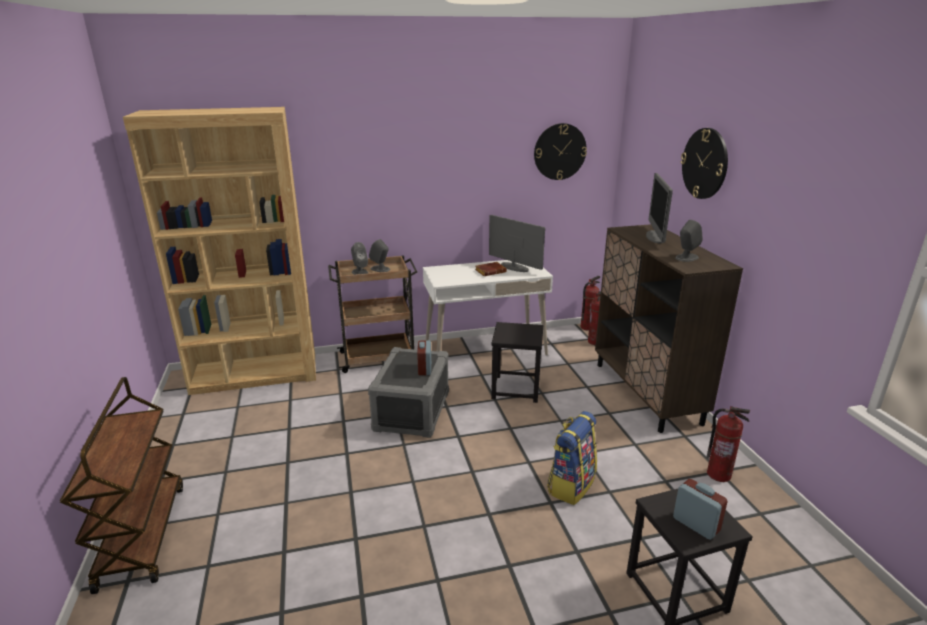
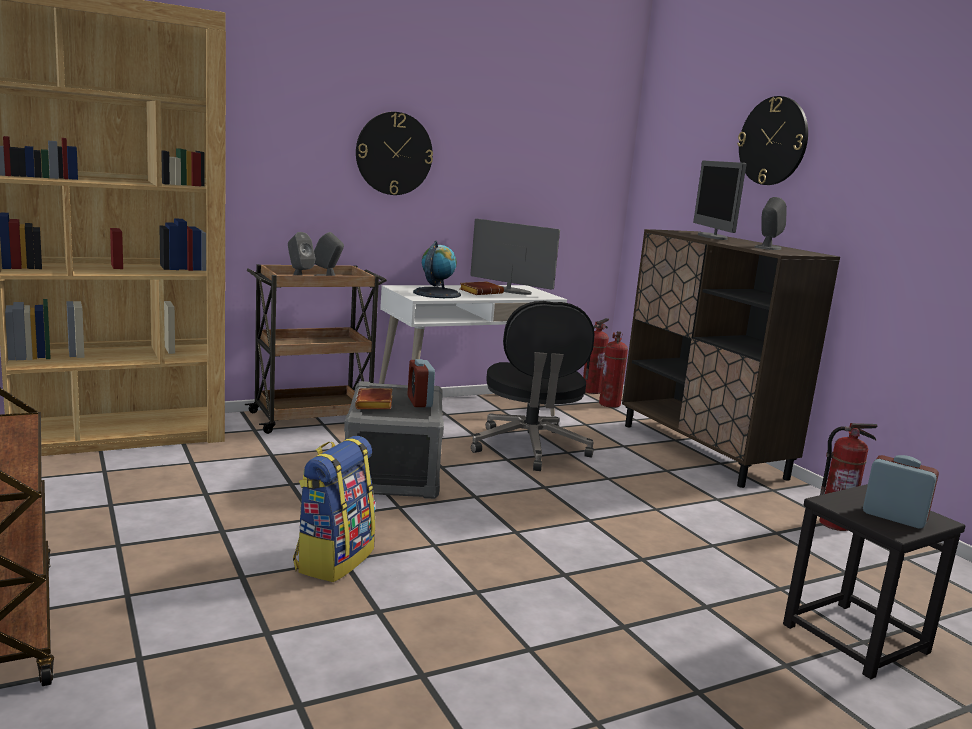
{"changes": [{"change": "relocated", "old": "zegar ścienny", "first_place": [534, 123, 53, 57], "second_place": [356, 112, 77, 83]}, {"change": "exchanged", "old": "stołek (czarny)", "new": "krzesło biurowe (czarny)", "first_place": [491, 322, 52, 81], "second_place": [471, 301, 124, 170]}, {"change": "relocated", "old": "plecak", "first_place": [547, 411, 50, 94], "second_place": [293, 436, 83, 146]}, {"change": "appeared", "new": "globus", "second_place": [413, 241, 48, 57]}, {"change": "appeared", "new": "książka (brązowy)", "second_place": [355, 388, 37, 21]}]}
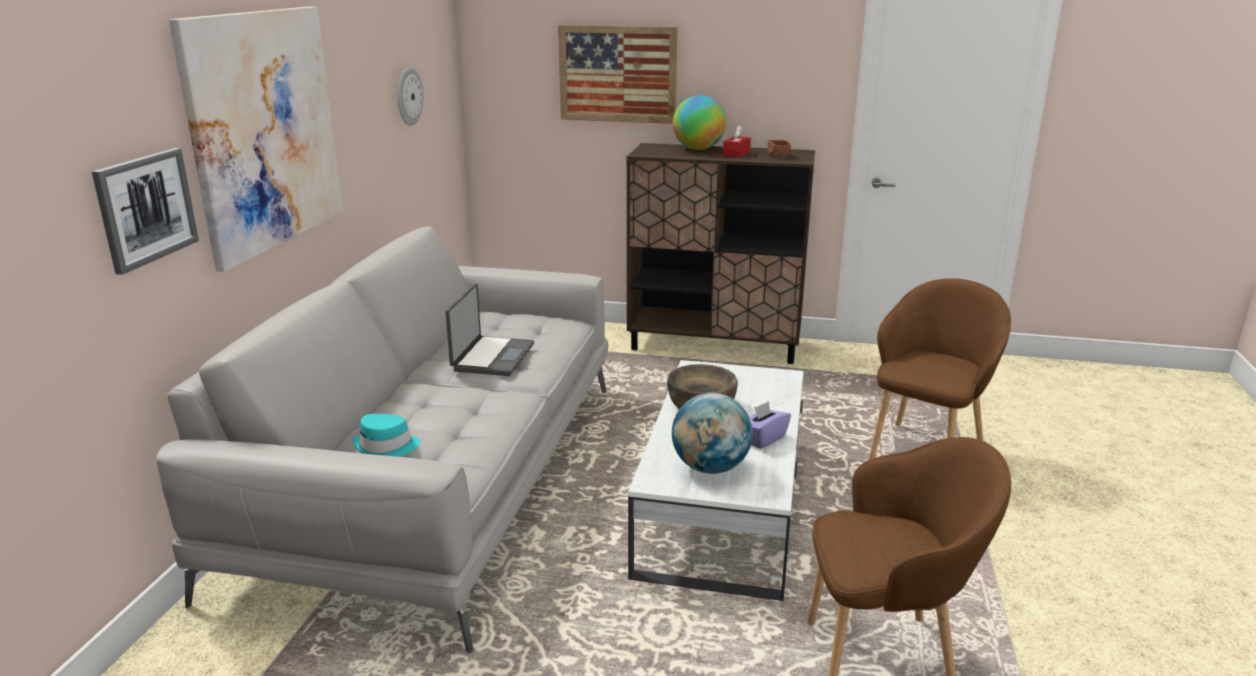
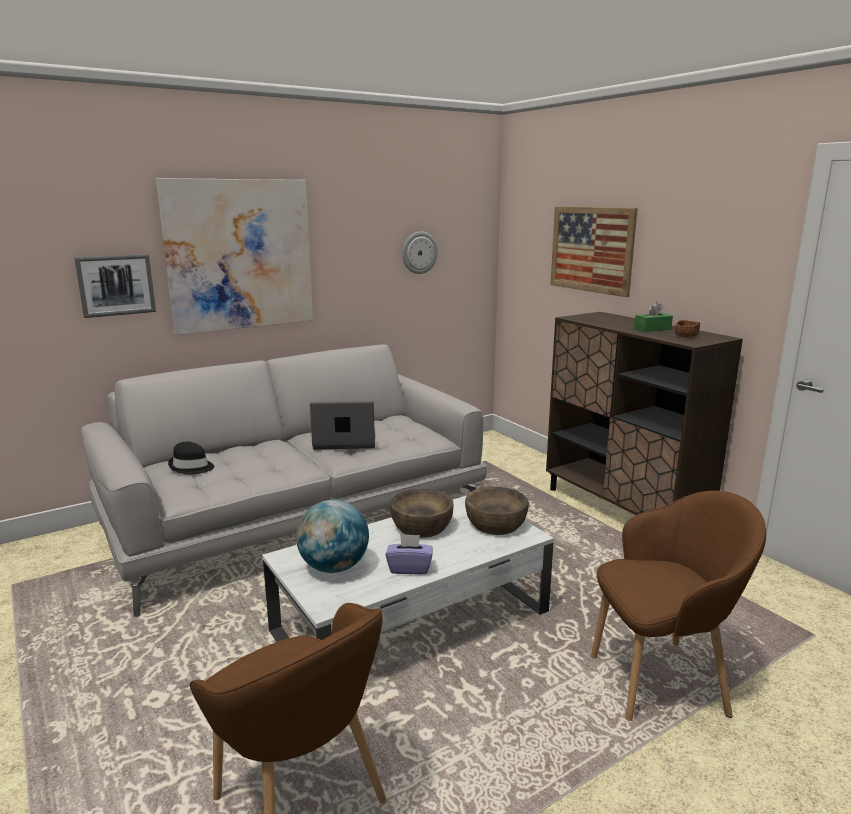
{"changes": [{"change": "missing", "old": "globus", "first_place": [673, 95, 53, 55]}, {"change": "colour", "old": "pudełko chusteczek (czerwony)", "new": "pudełko chusteczek (zielony)", "first_place": [723, 125, 28, 32], "second_place": [634, 302, 39, 30]}, {"change": "spun", "old": "laptop", "first_place": [445, 284, 89, 92], "second_place": [310, 401, 65, 49], "degrees": -150}, {"change": "colour", "old": "kapelusz (turkusowy)", "new": "kapelusz (czarny)", "first_place": [353, 414, 67, 43], "second_place": [168, 442, 46, 33]}, {"change": "appeared", "new": "miska (brązowy)", "second_place": [465, 487, 64, 48]}]}
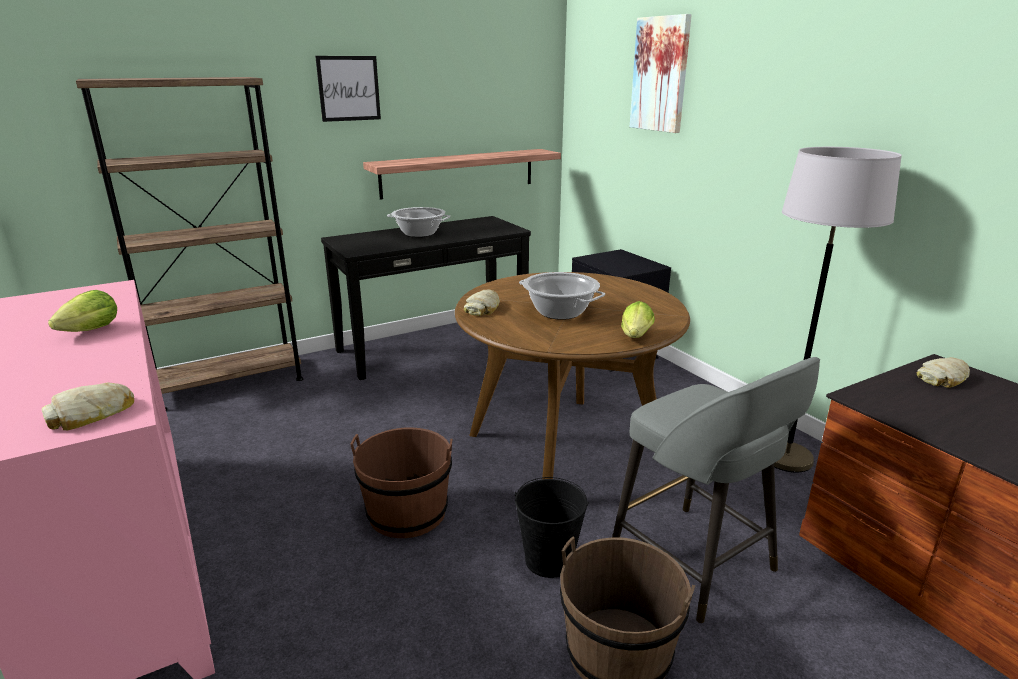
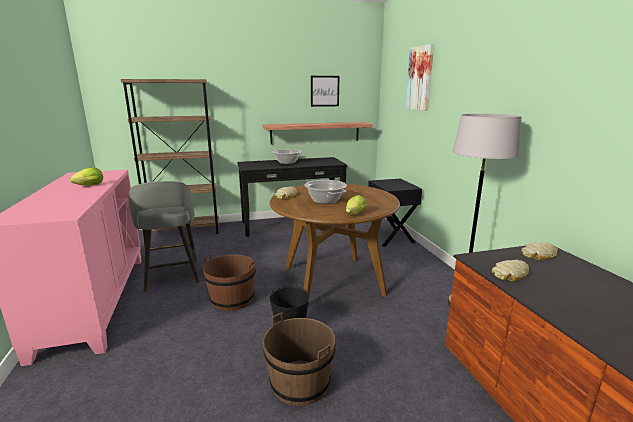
{"changes": [{"change": "relocated", "old": "obraz", "first_place": [315, 56, 66, 66], "second_place": [311, 76, 28, 31]}, {"change": "relocated", "old": "stołek (szary)", "first_place": [612, 357, 208, 266], "second_place": [129, 181, 71, 111]}, {"change": "relocated", "old": "chleb", "first_place": [42, 382, 92, 48], "second_place": [492, 260, 37, 22]}]}
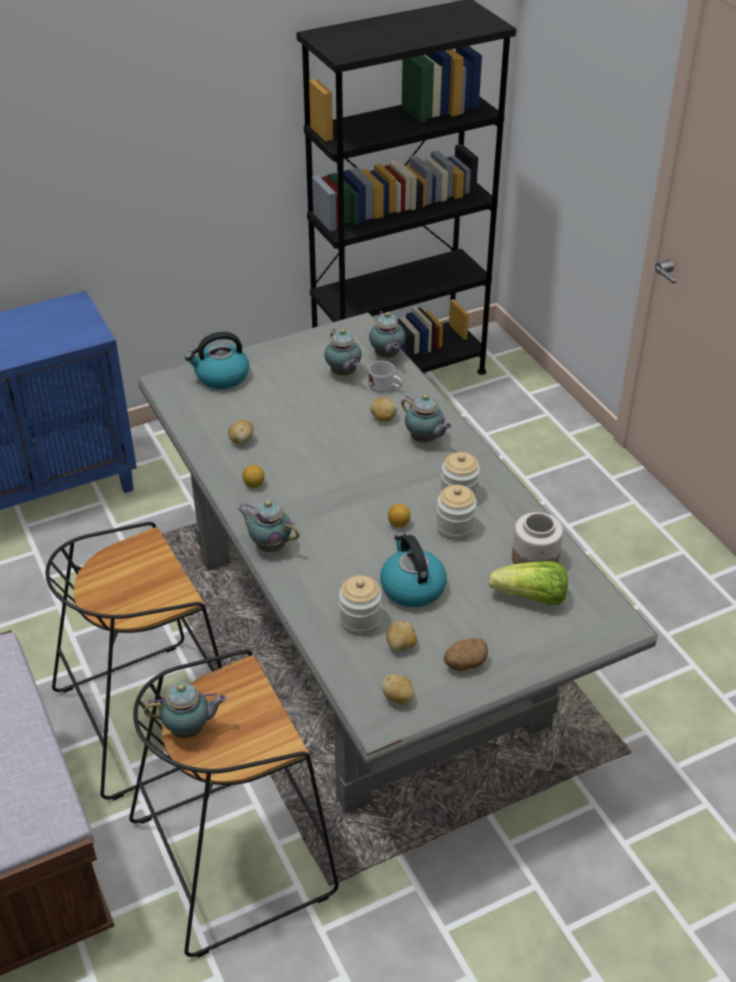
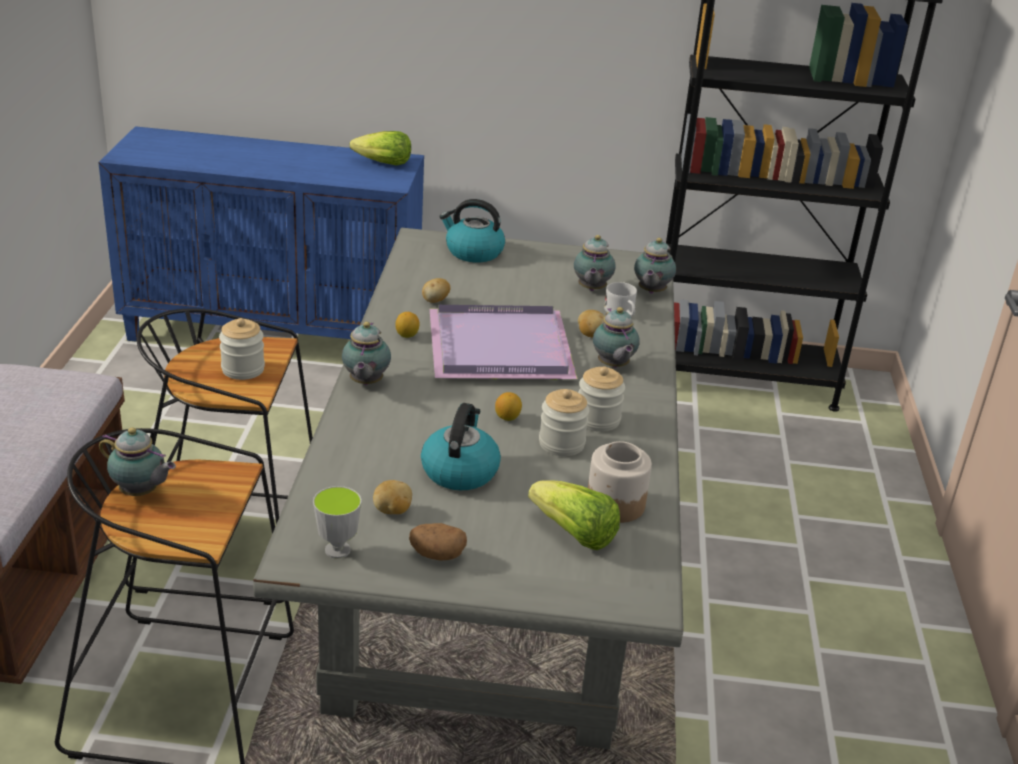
{"changes": [{"change": "spun", "old": "imbryk", "first_place": [237, 501, 62, 51], "second_place": [342, 322, 49, 63], "degrees": -150}, {"change": "relocated", "old": "słoik", "first_place": [339, 575, 43, 60], "second_place": [219, 318, 46, 62]}, {"change": "exchanged", "old": "ziemniak", "new": "filiżanka", "first_place": [382, 675, 32, 30], "second_place": [313, 486, 49, 73]}, {"change": "appeared", "new": "sałata", "second_place": [350, 131, 61, 35]}, {"change": "appeared", "new": "taca (fioletowy)", "second_place": [430, 305, 147, 75]}]}
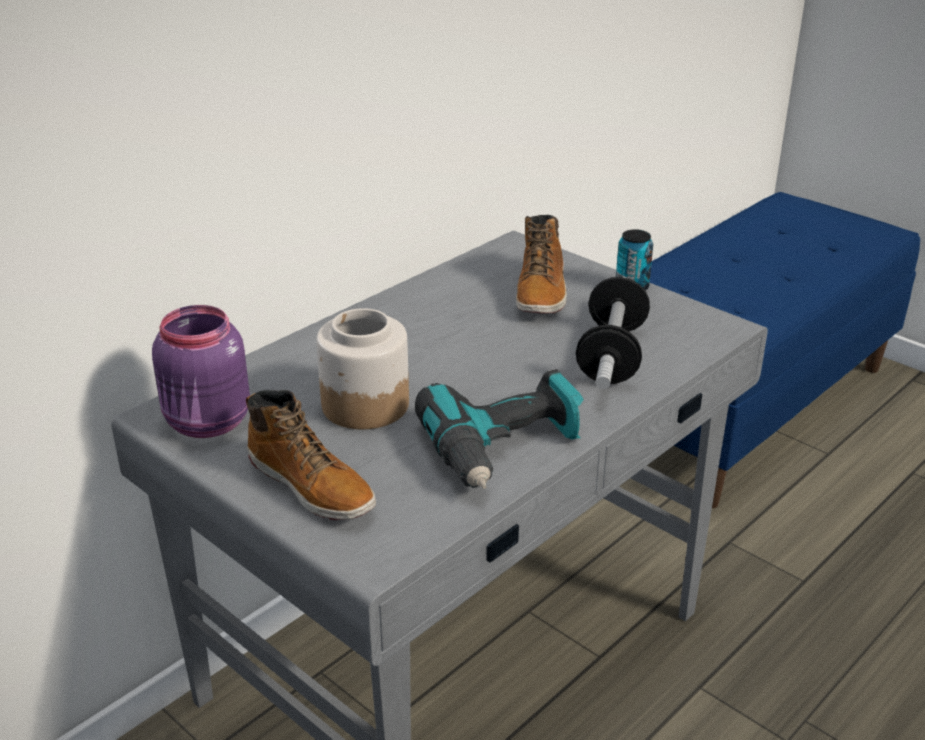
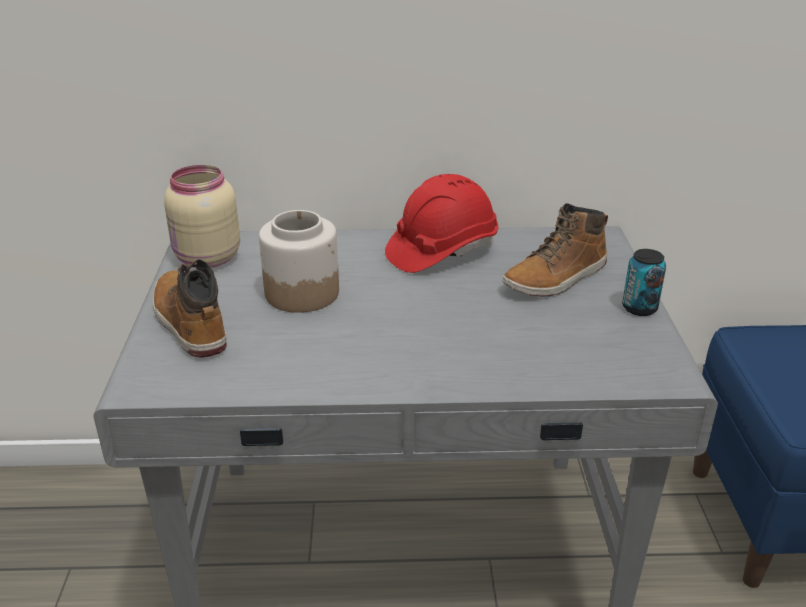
{"changes": [{"change": "missing", "old": "hantel", "first_place": [576, 277, 74, 112]}, {"change": "colour", "old": "słoik (fioletowy)", "new": "słoik (beżowy)", "first_place": [152, 305, 98, 133], "second_place": [164, 165, 76, 103]}, {"change": "missing", "old": "wiertarka", "first_place": [415, 369, 169, 120]}, {"change": "spun", "old": "but z cholewką", "first_place": [246, 390, 130, 130], "second_place": [153, 259, 74, 99], "degrees": 150}, {"change": "appeared", "new": "kask (czerwony)", "second_place": [385, 174, 113, 99]}]}
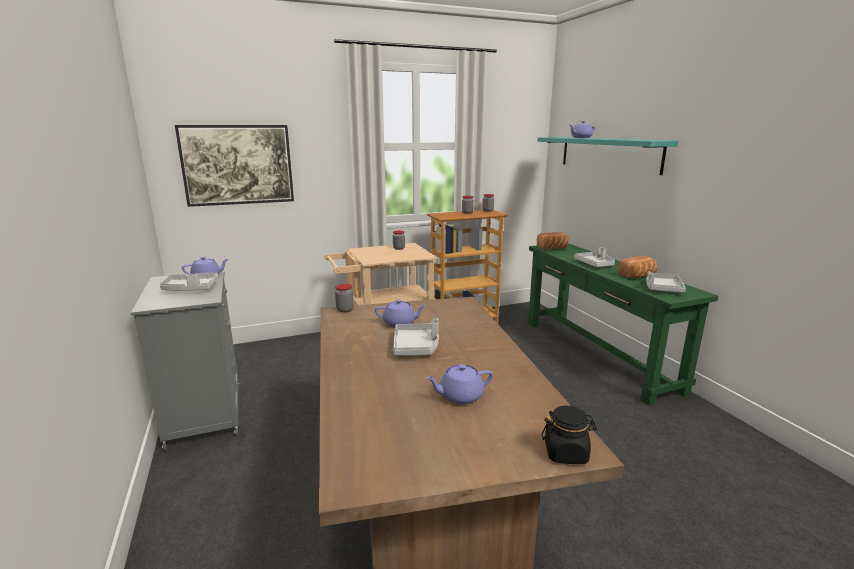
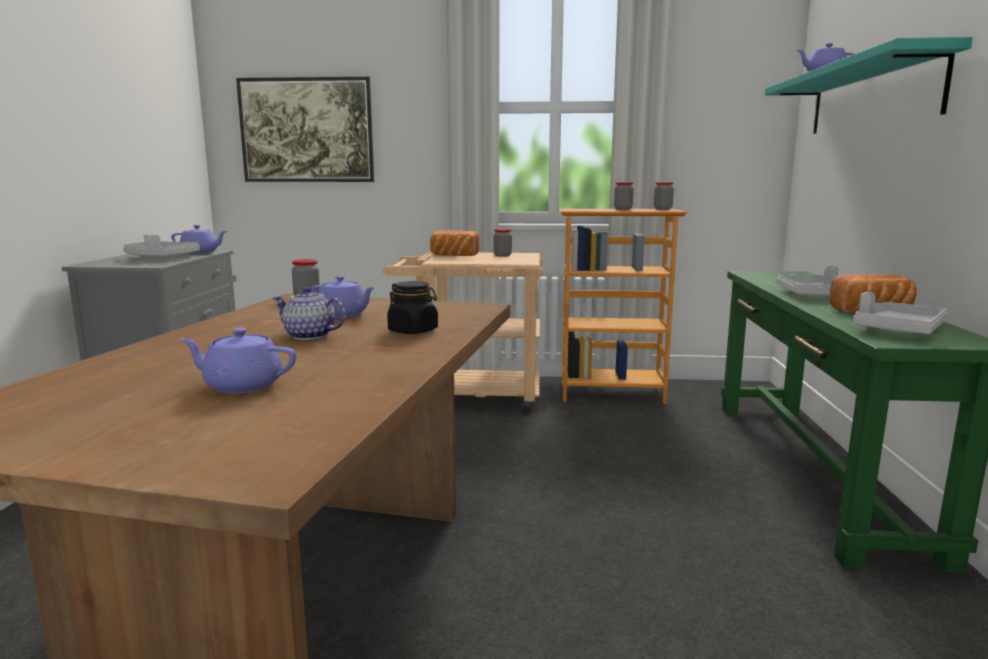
{"changes": [{"change": "relocated", "old": "chleb", "first_place": [537, 232, 32, 17], "second_place": [430, 230, 49, 26]}, {"change": "exchanged", "old": "taca (szary)", "new": "imbryk", "first_place": [393, 318, 46, 37], "second_place": [273, 287, 73, 53]}, {"change": "relocated", "old": "słoik (czarny)", "first_place": [542, 405, 55, 59], "second_place": [387, 281, 51, 53]}]}
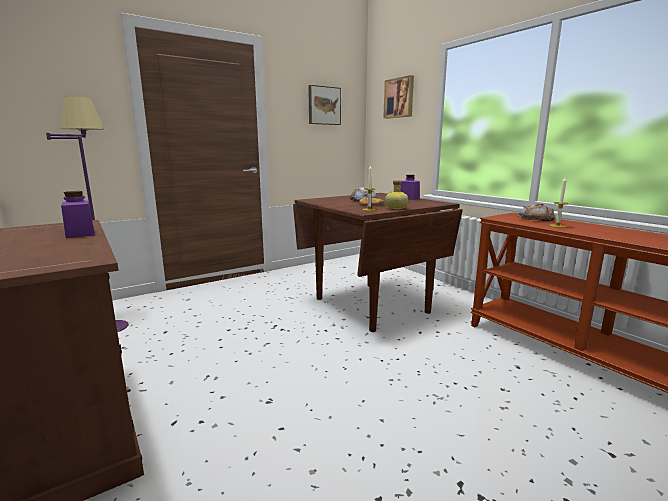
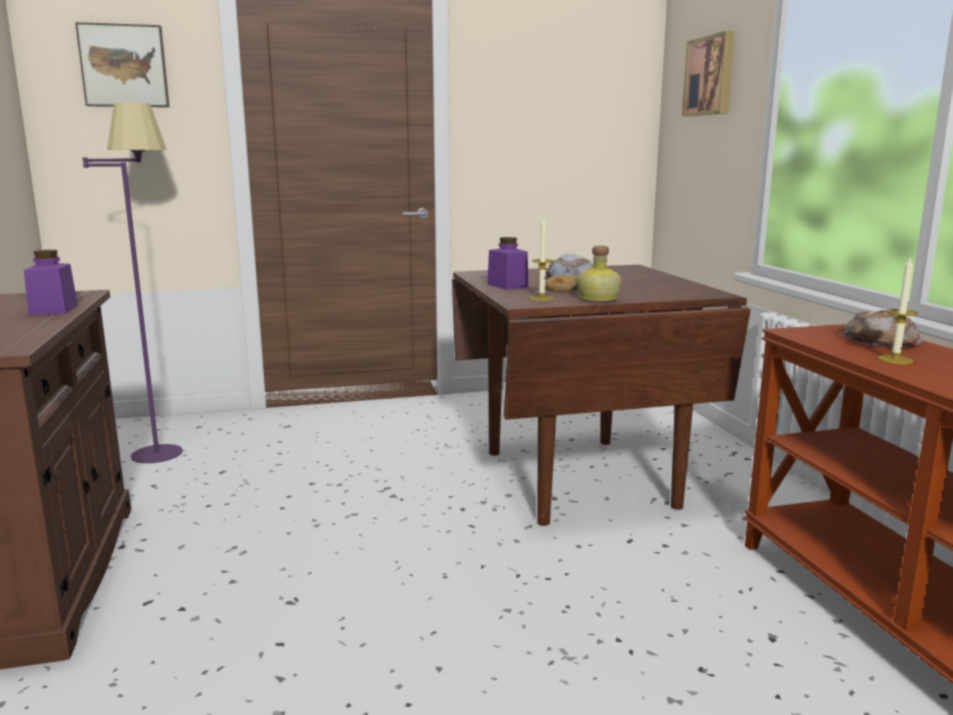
{"changes": [{"change": "relocated", "old": "obraz", "first_place": [308, 85, 33, 40], "second_place": [75, 22, 94, 85]}, {"change": "relocated", "old": "słoik (fioletowy)", "first_place": [401, 175, 19, 25], "second_place": [487, 237, 42, 53]}]}
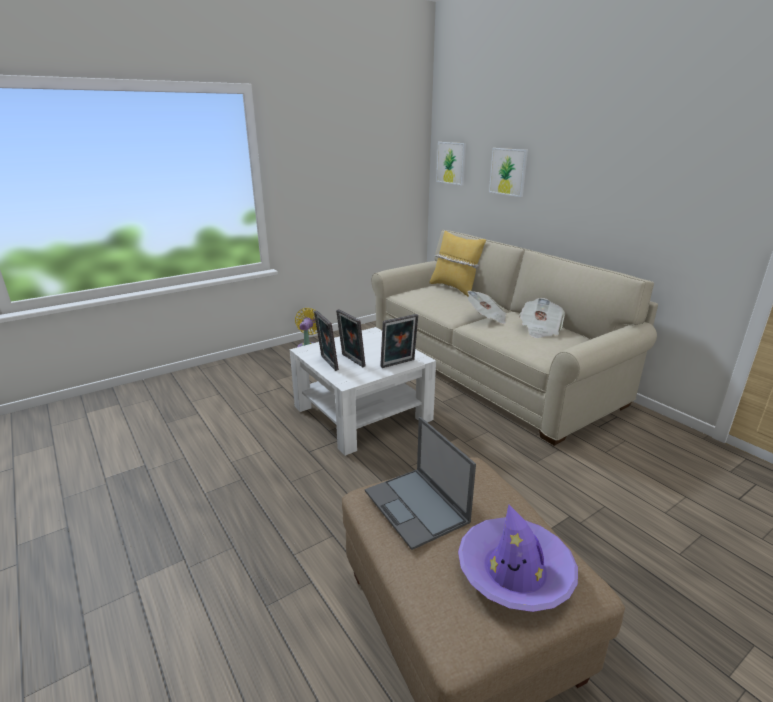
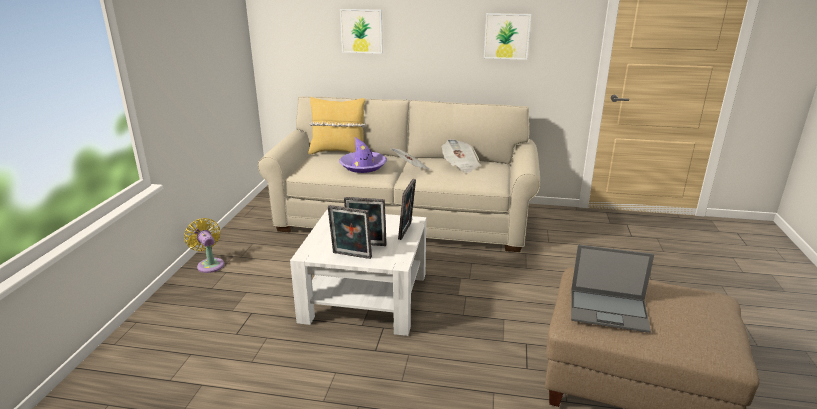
{"changes": [{"change": "relocated", "old": "obraz", "first_place": [436, 142, 30, 43], "second_place": [484, 13, 47, 47]}, {"change": "relocated", "old": "kapelusz (fioletowy)", "first_place": [458, 505, 120, 107], "second_place": [339, 137, 48, 36]}]}
